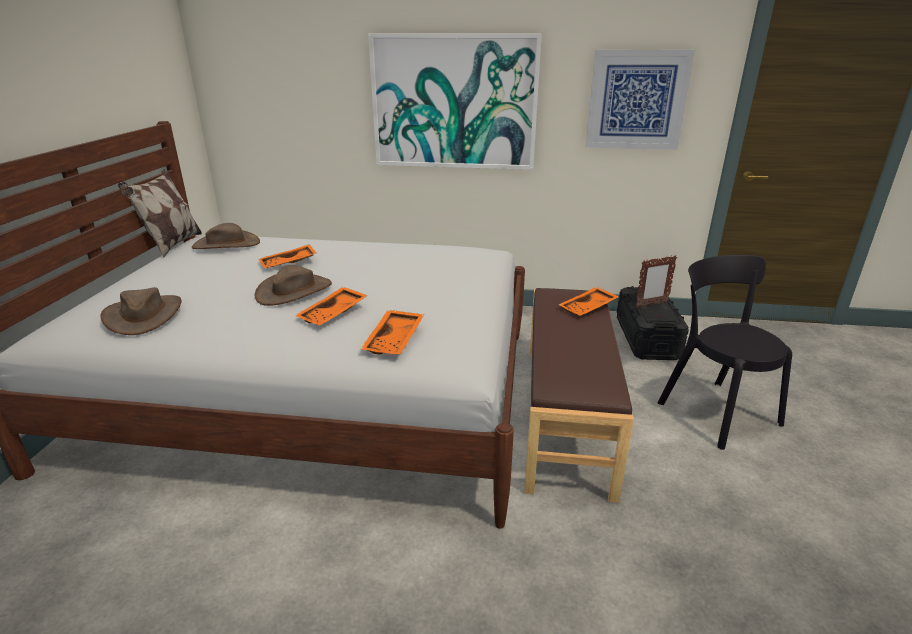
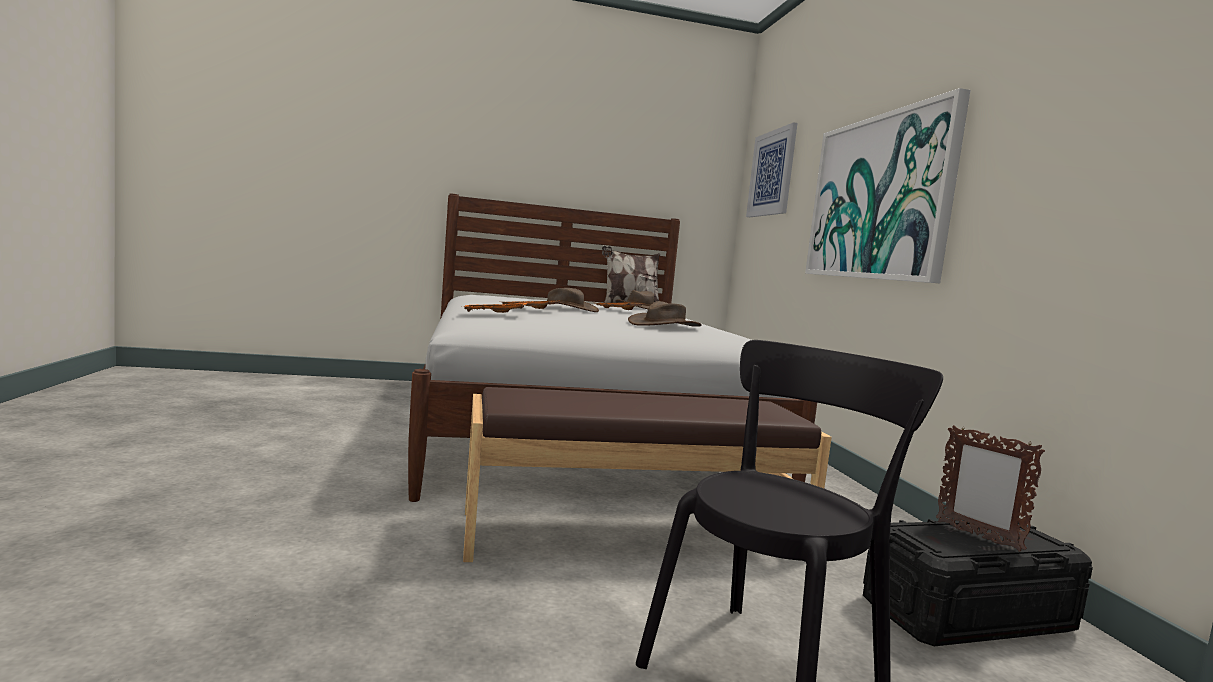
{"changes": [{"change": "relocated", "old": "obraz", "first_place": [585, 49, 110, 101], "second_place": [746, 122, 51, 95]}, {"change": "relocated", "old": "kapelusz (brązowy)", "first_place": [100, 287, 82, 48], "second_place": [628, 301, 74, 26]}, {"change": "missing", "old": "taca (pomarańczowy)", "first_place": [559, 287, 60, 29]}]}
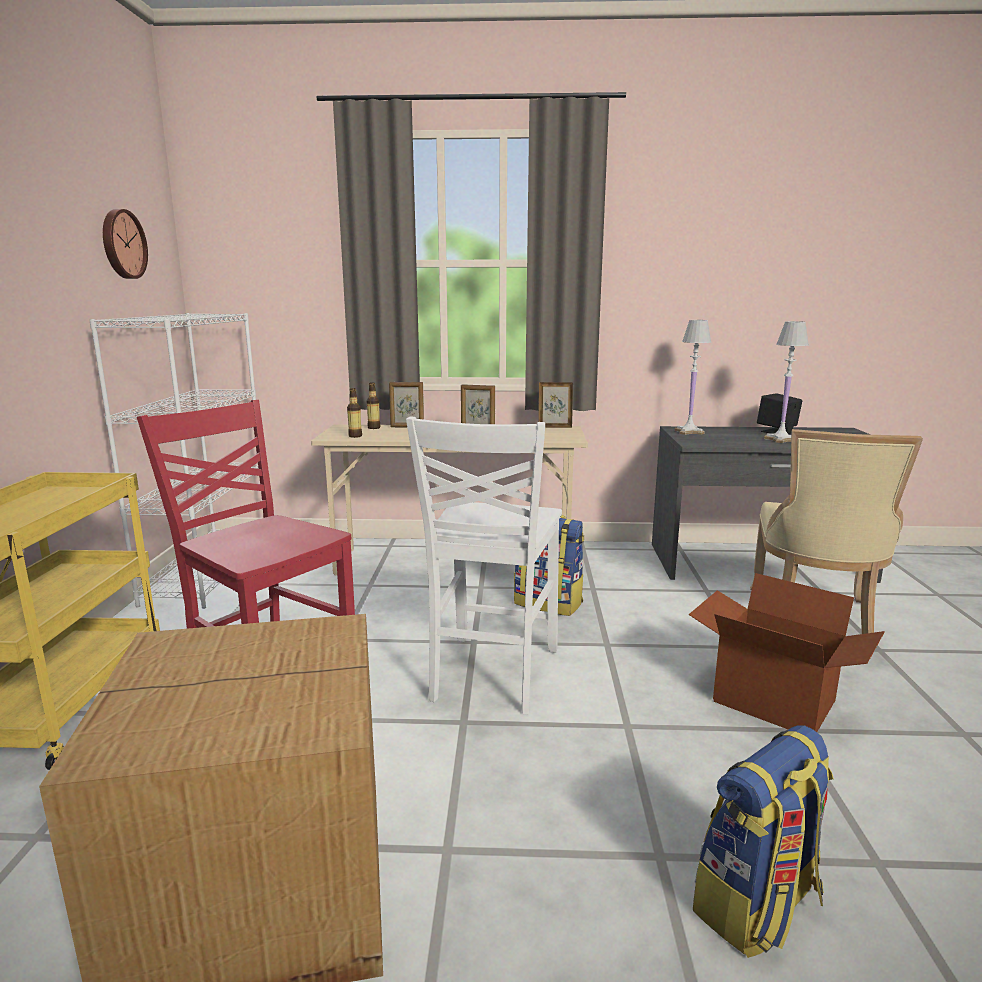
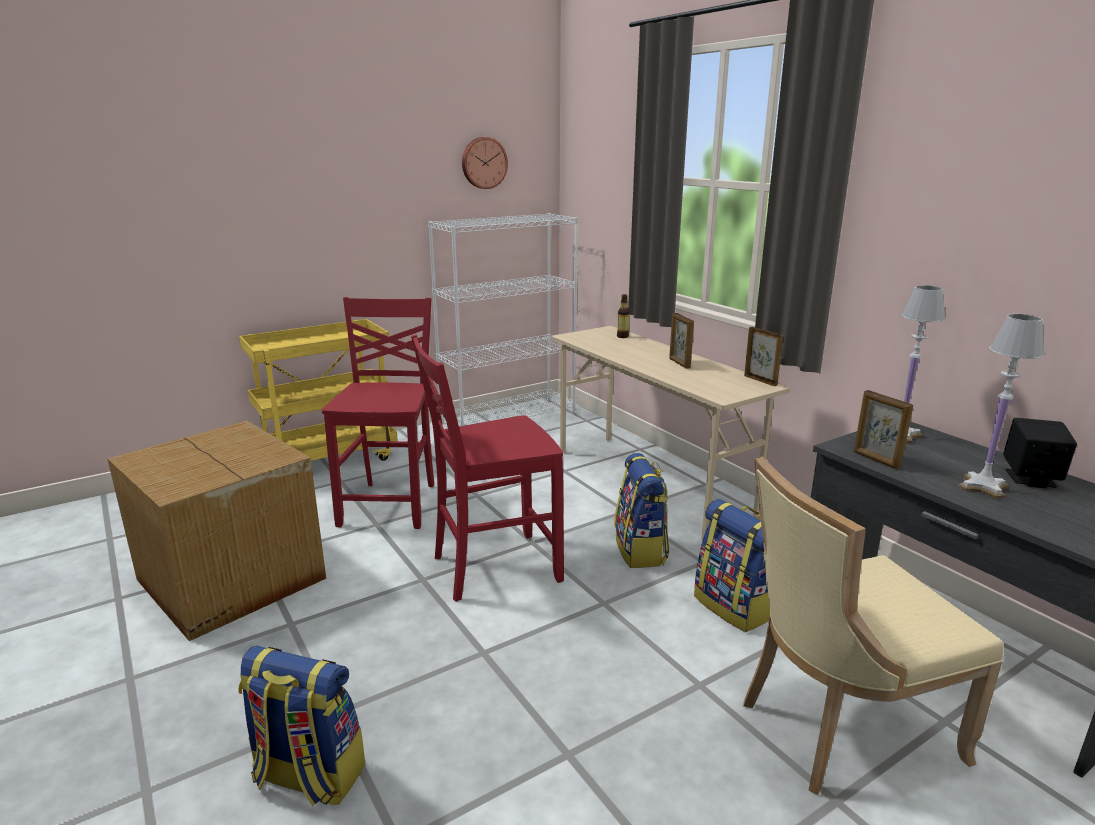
{"changes": [{"change": "relocated", "old": "ramka na zdjęcie", "first_place": [389, 382, 35, 45], "second_place": [854, 390, 59, 79]}, {"change": "missing", "old": "butelka", "first_place": [347, 388, 15, 50]}, {"change": "colour", "old": "krzesło (biały)", "new": "krzesło (czerwony)", "first_place": [406, 417, 156, 298], "second_place": [411, 335, 153, 267]}, {"change": "missing", "old": "karton", "first_place": [689, 573, 196, 159]}, {"change": "appeared", "new": "plecak", "second_place": [694, 499, 76, 133]}]}
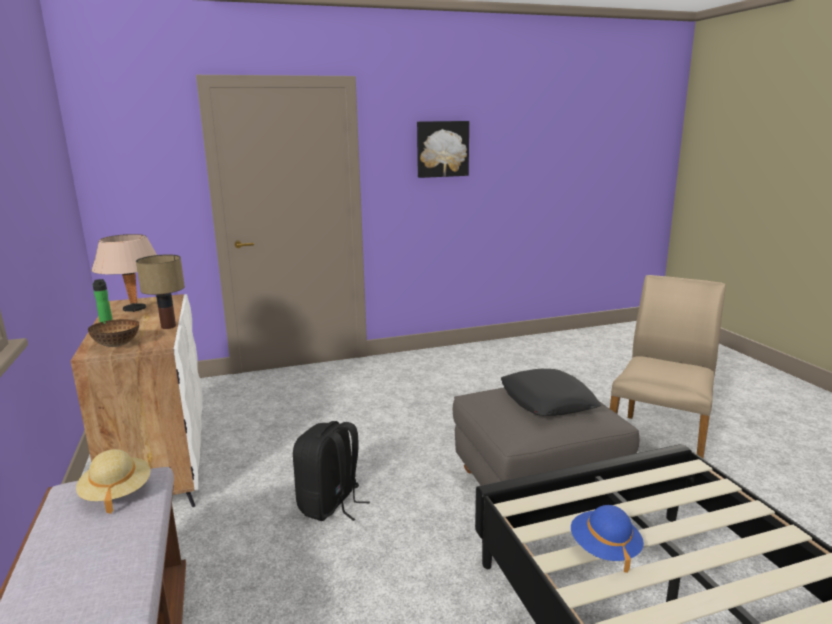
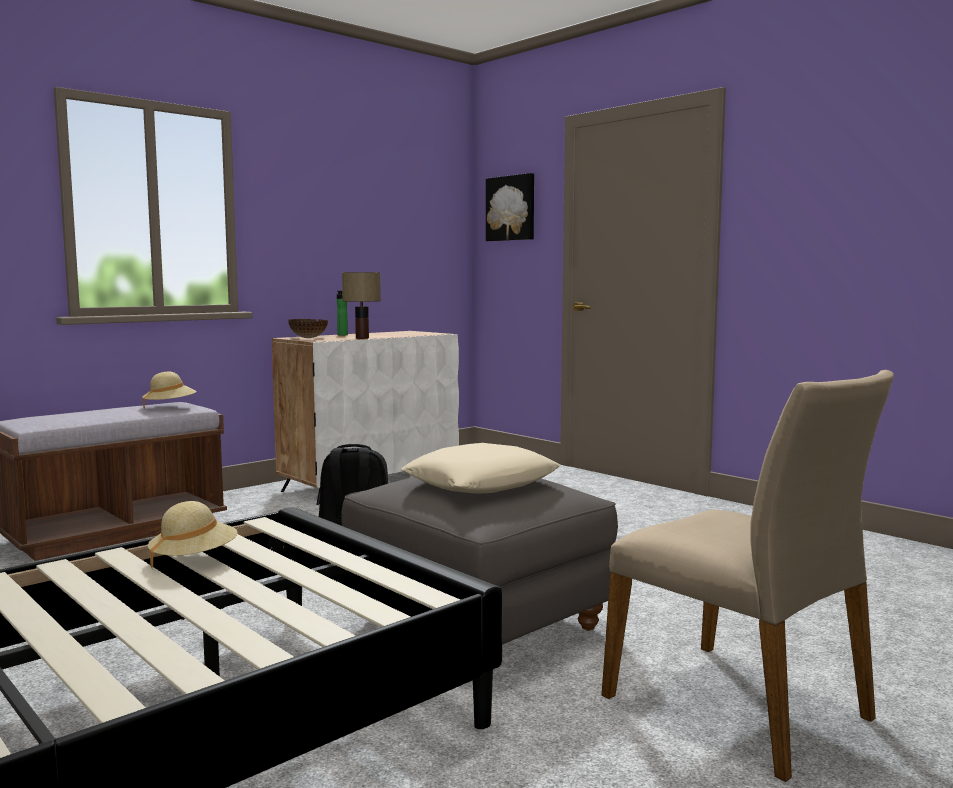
{"changes": [{"change": "relocated", "old": "obraz", "first_place": [417, 121, 52, 57], "second_place": [486, 173, 48, 68]}, {"change": "missing", "old": "lampa stołowa (beżowy)", "first_place": [91, 234, 66, 78]}, {"change": "spun", "old": "krzesło (beżowy)", "first_place": [610, 275, 116, 183], "second_place": [602, 370, 292, 412], "degrees": 45}, {"change": "colour", "old": "poduszka (czarny)", "new": "poduszka (beżowy)", "first_place": [501, 369, 100, 47], "second_place": [401, 443, 159, 50]}, {"change": "colour", "old": "kapelusz (niebieski)", "new": "kapelusz (beżowy)", "first_place": [571, 505, 73, 68], "second_place": [148, 501, 90, 67]}]}
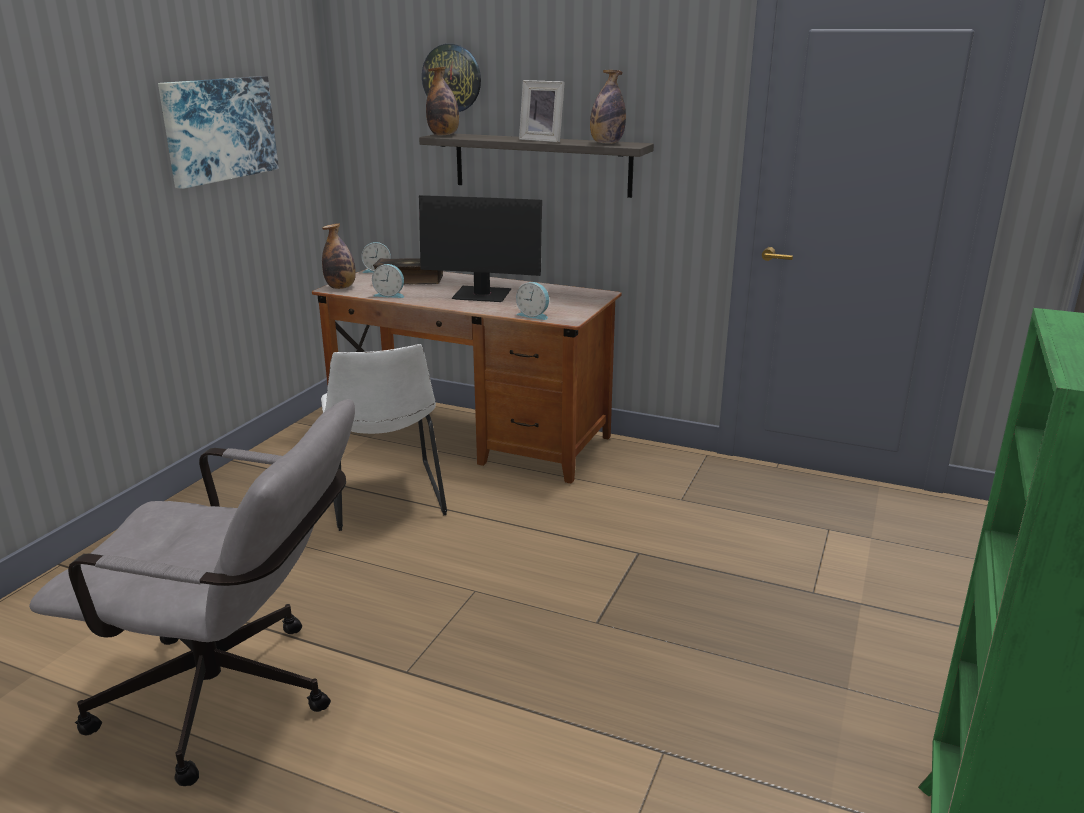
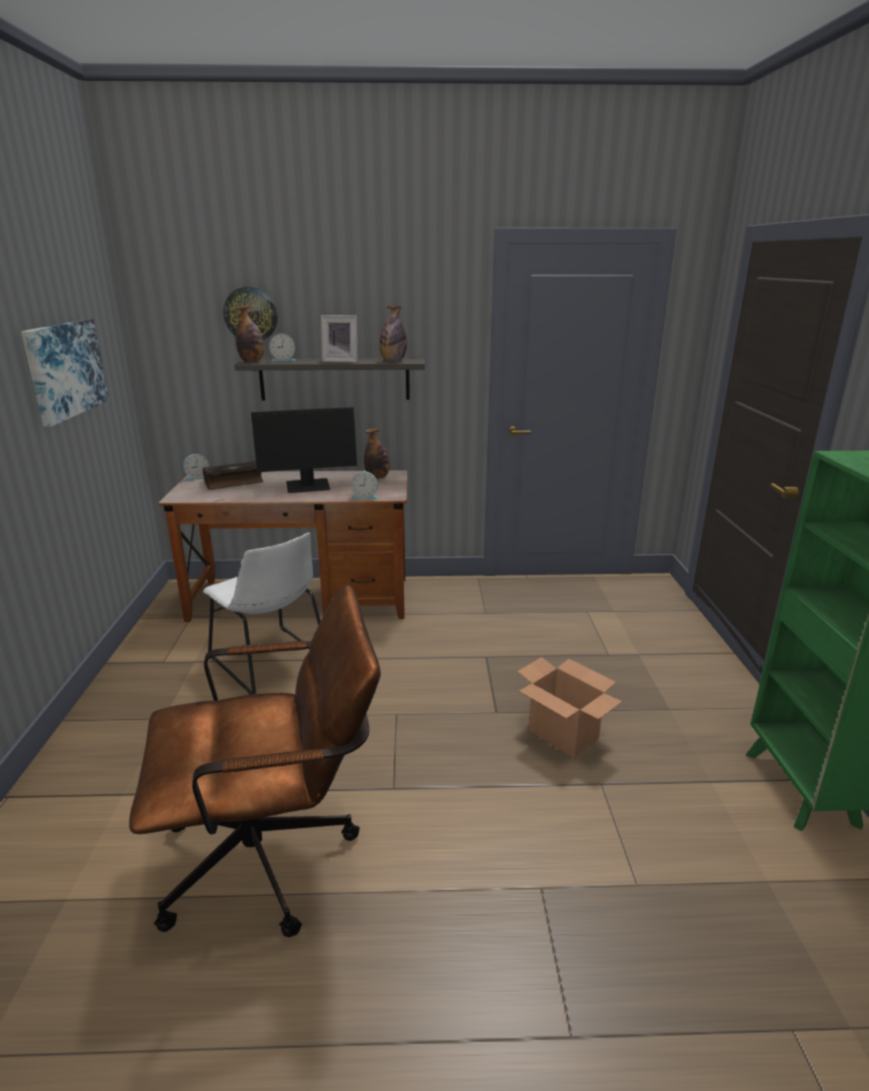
{"changes": [{"change": "relocated", "old": "butelka", "first_place": [322, 223, 34, 66], "second_place": [364, 427, 26, 52]}, {"change": "relocated", "old": "budzik", "first_place": [372, 264, 32, 34], "second_place": [269, 334, 27, 28]}, {"change": "colour", "old": "krzesło biurowe (szary)", "new": "krzesło biurowe (brązowy)", "first_place": [29, 399, 326, 387], "second_place": [129, 585, 252, 352]}, {"change": "appeared", "new": "karton", "second_place": [517, 657, 105, 101]}]}
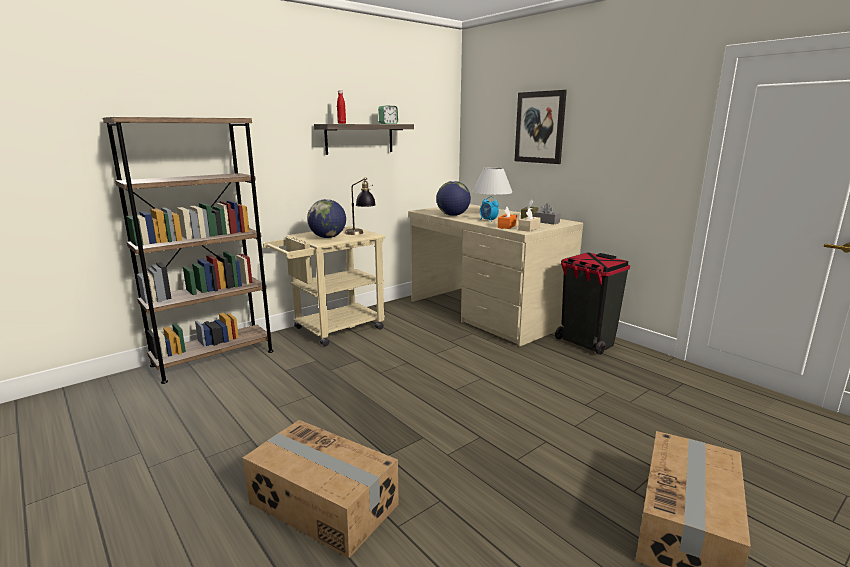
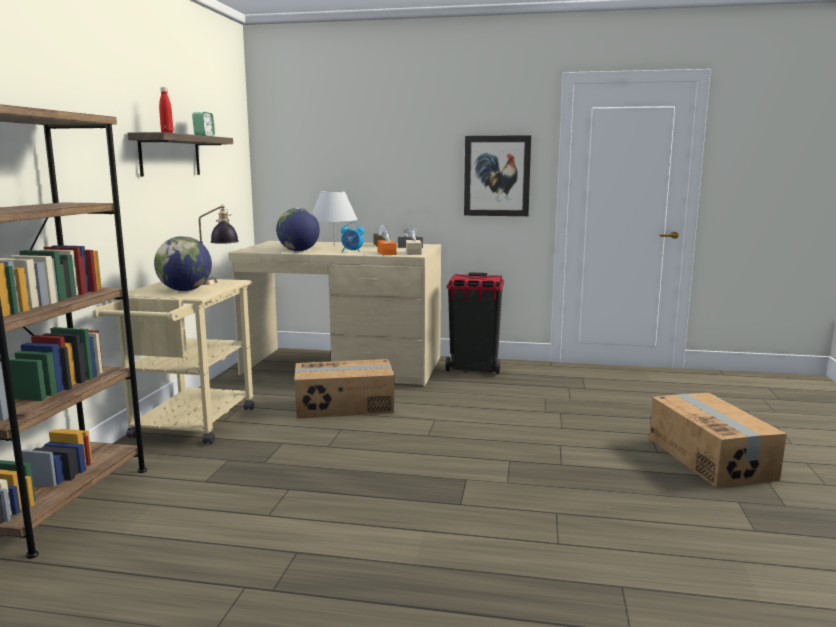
{"changes": [{"change": "relocated", "old": "obraz", "first_place": [515, 90, 52, 74], "second_place": [464, 135, 67, 81]}, {"change": "relocated", "old": "karton", "first_place": [243, 420, 156, 138], "second_place": [294, 359, 101, 60]}]}
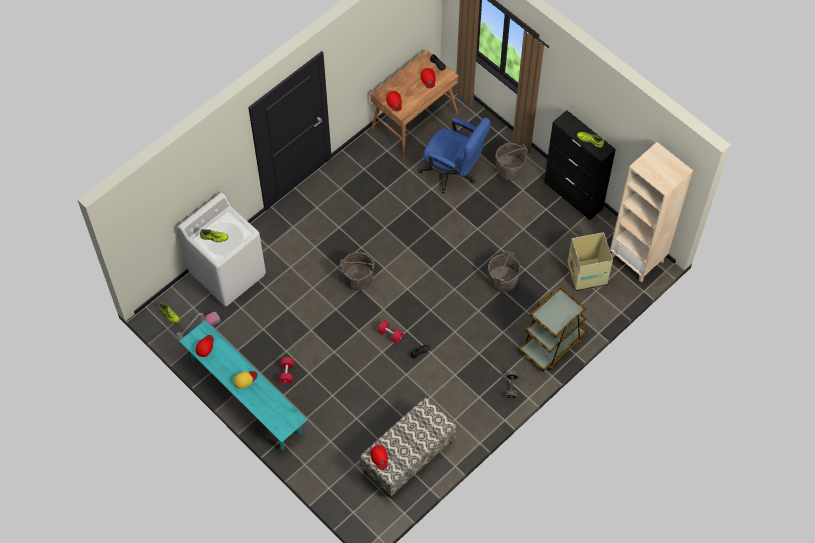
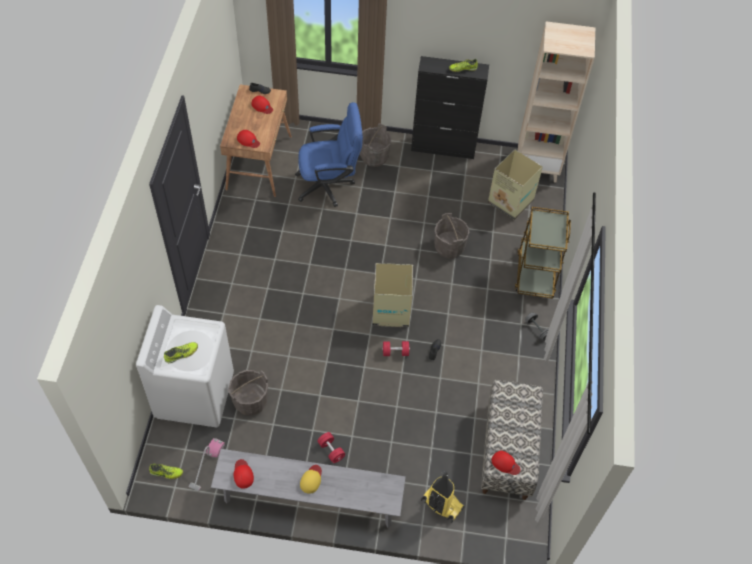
{"changes": [{"change": "relocated", "old": "wiadro (szary)", "first_place": [340, 252, 35, 39], "second_place": [228, 370, 40, 46]}, {"change": "colour", "old": "ławka (turkusowy)", "new": "ławka (szary)", "first_place": [179, 320, 128, 131], "second_place": [211, 449, 195, 79]}, {"change": "appeared", "new": "karton", "second_place": [373, 263, 40, 64]}, {"change": "appeared", "new": "odkurzacz", "second_place": [421, 470, 43, 53]}]}
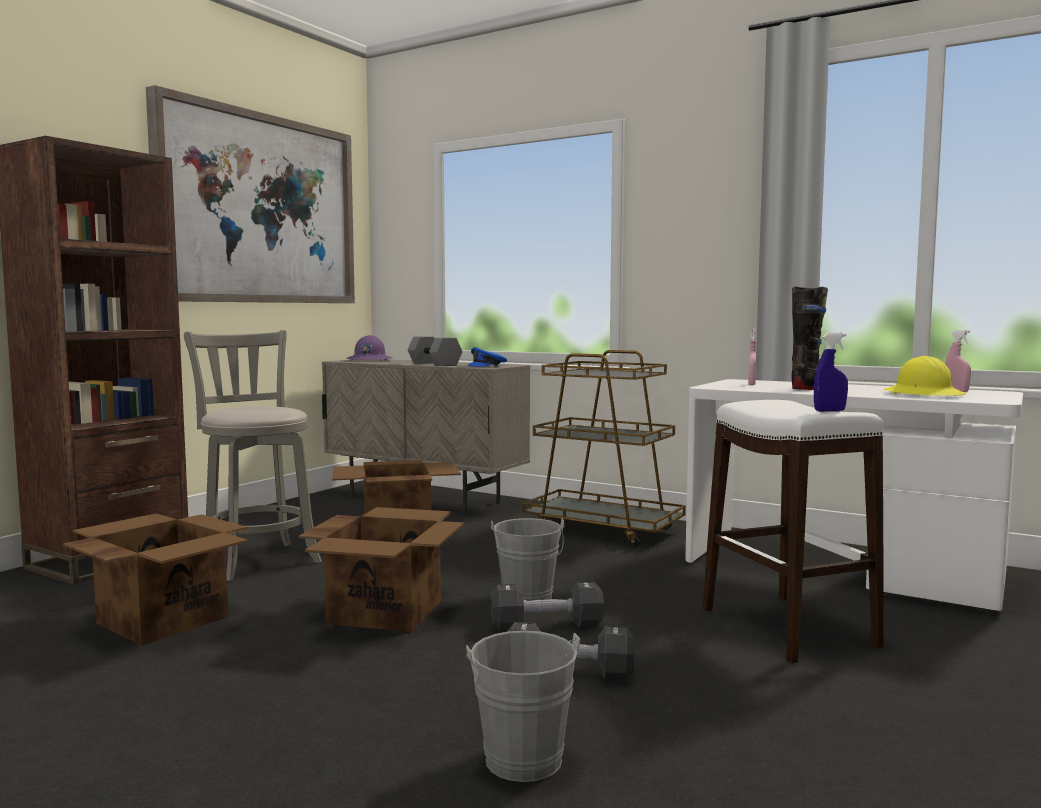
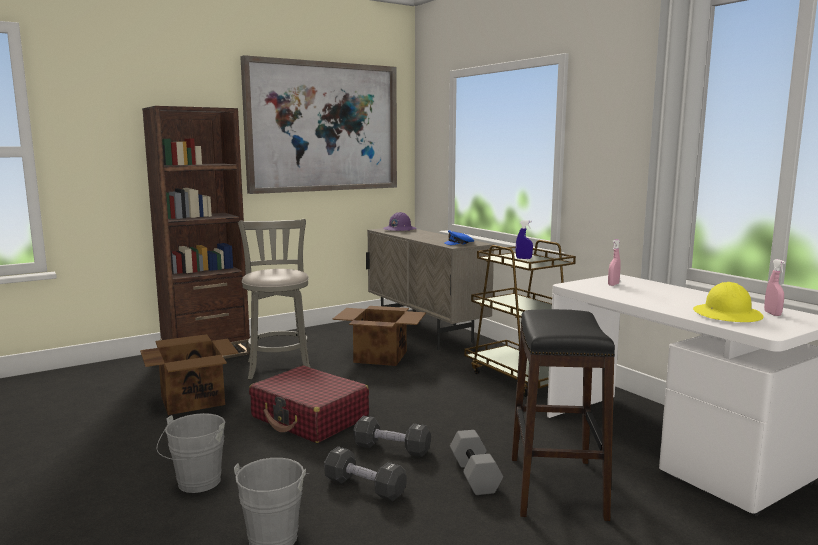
{"changes": [{"change": "missing", "old": "but z cholewką (czarny)", "first_place": [791, 286, 37, 104]}, {"change": "relocated", "old": "spryskiwacz (niebieski)", "first_place": [814, 333, 34, 79], "second_place": [516, 220, 17, 39]}, {"change": "relocated", "old": "hantel (szary)", "first_place": [408, 336, 54, 30], "second_place": [450, 430, 53, 65]}, {"change": "colour", "old": "stołek (biały)", "new": "stołek (czarny)", "first_place": [702, 400, 182, 263], "second_place": [512, 309, 103, 212]}, {"change": "exchanged", "old": "karton", "new": "walizka (czerwony)", "first_place": [299, 507, 165, 125], "second_place": [249, 365, 120, 78]}, {"change": "relocated", "old": "wiadro (szary)", "first_place": [491, 518, 73, 83], "second_place": [157, 413, 68, 80]}]}
